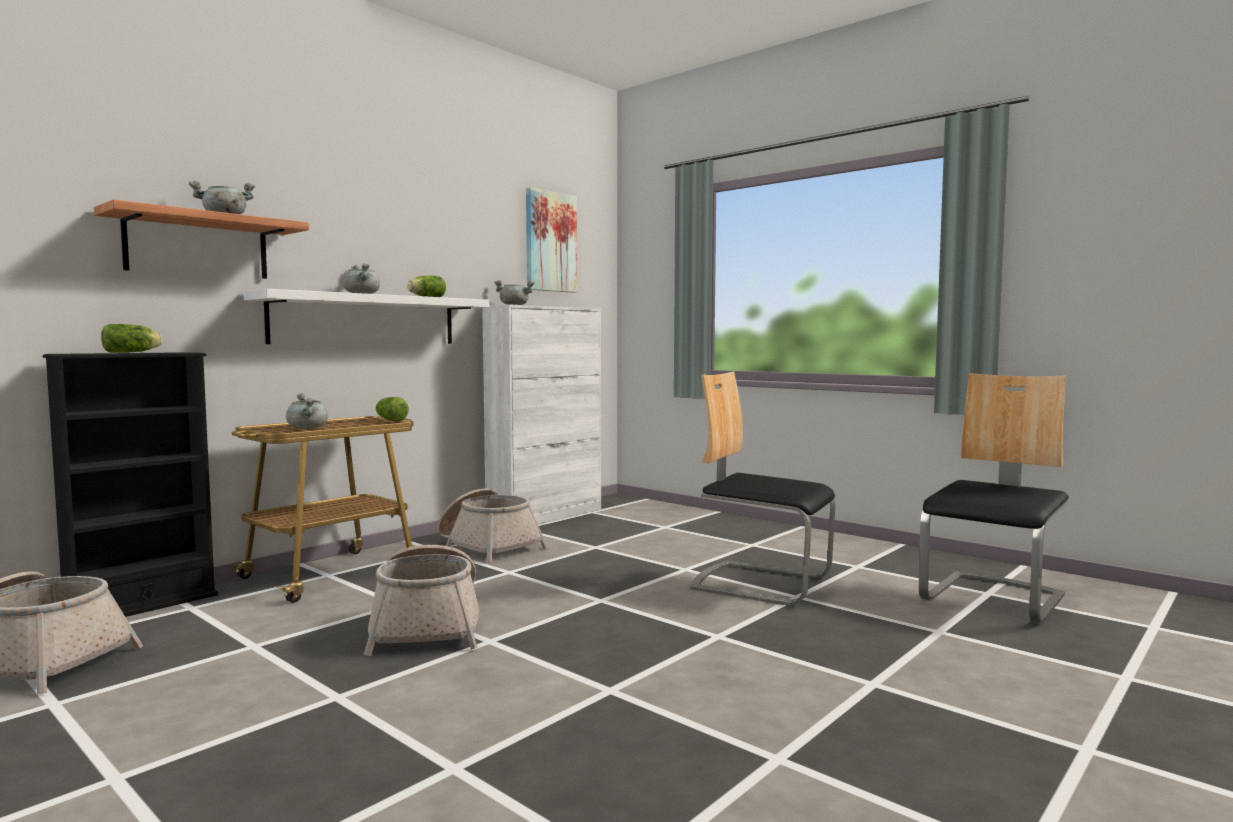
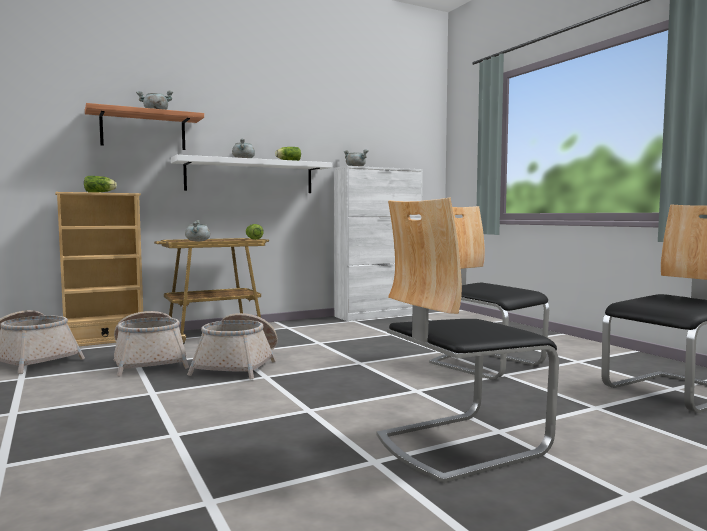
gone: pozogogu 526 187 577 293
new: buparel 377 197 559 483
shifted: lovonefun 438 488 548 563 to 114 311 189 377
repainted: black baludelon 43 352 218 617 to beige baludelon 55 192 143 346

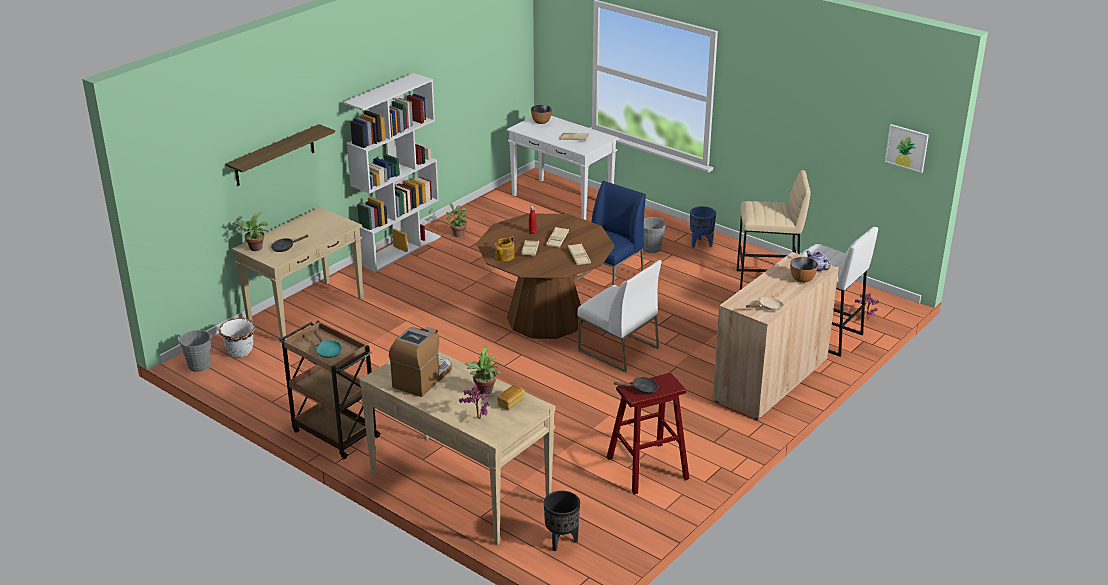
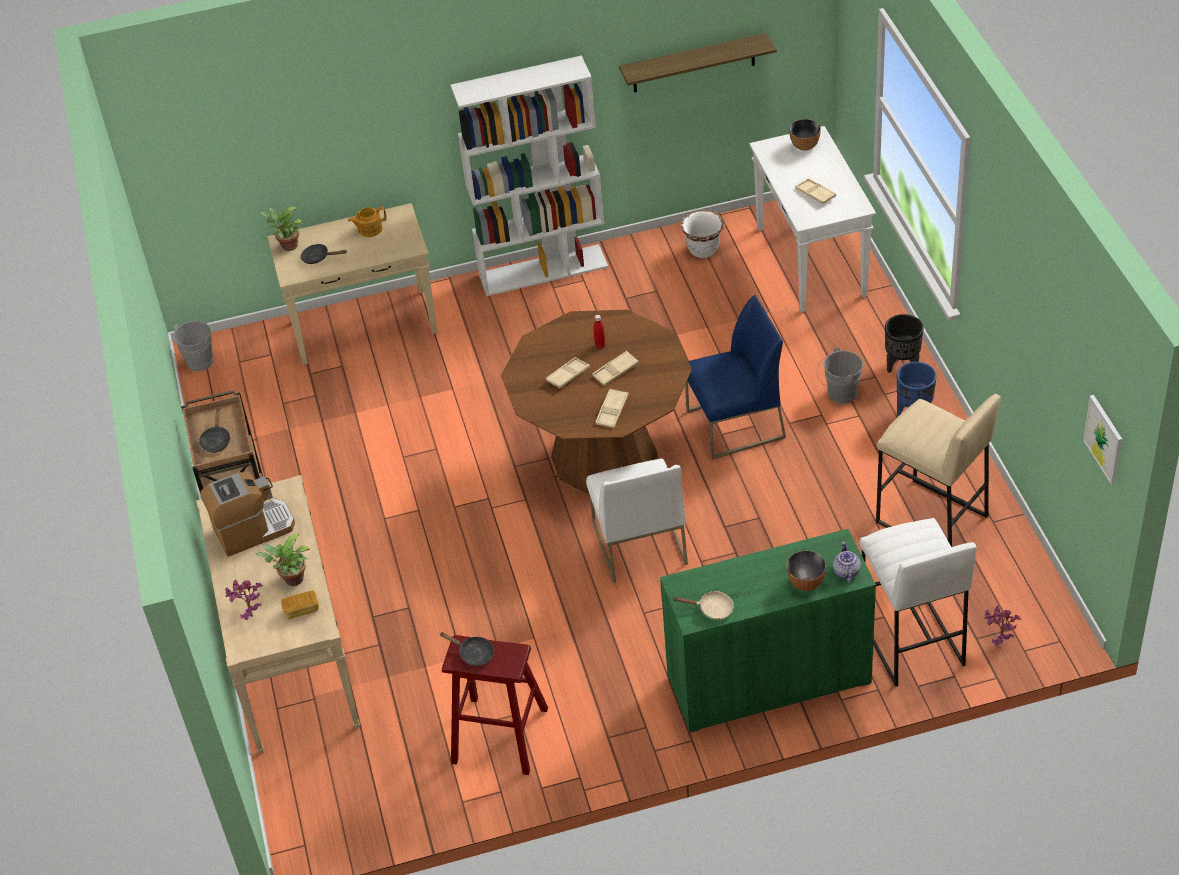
gone: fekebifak 446 203 467 237
shifted: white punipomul 219 318 256 357 to 681 210 724 258; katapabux 226 124 335 186 to 619 33 777 93; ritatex 495 236 515 261 to 348 207 387 237; black punipomul 544 491 580 551 to 885 314 924 373
repainted: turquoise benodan 314 331 342 358 to black benodan 199 408 231 453; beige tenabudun 712 252 839 420 to green tenabudun 660 529 876 733

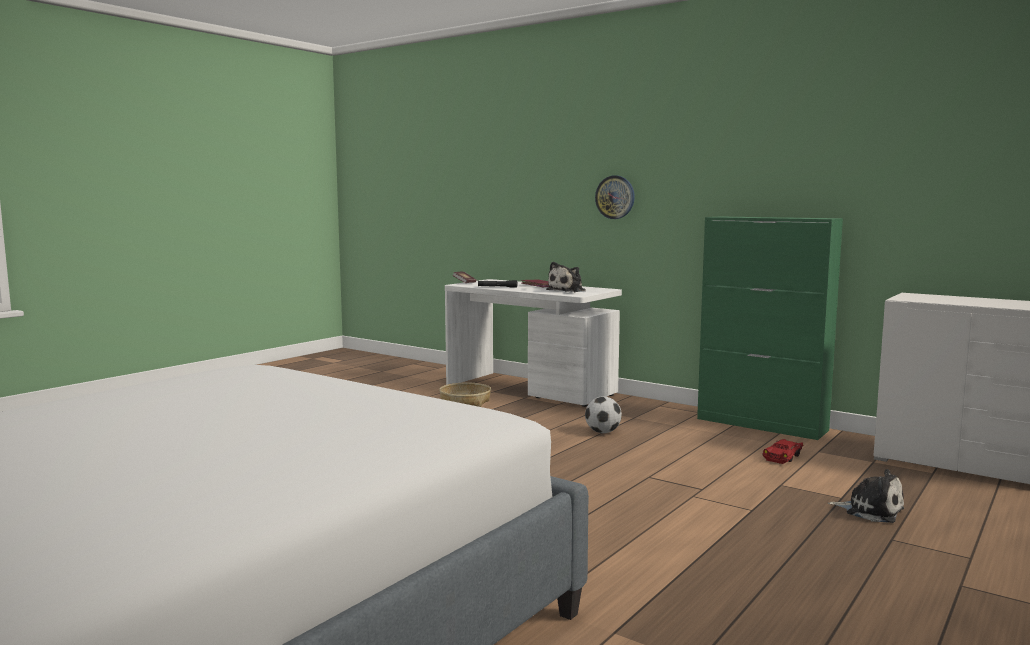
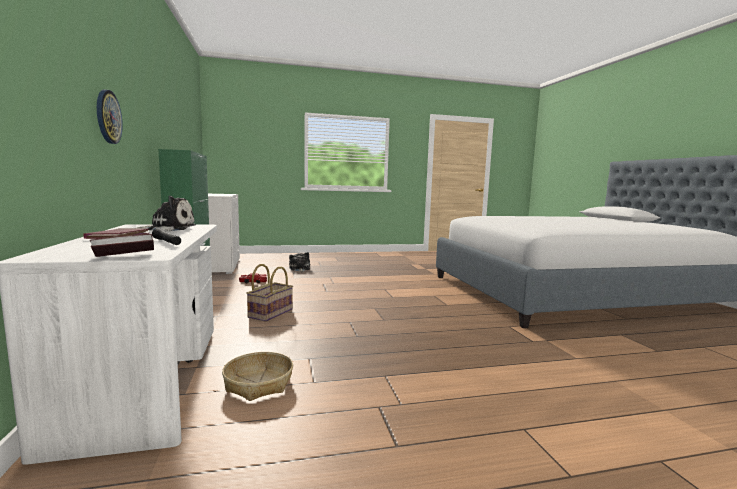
swapped: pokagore 585 397 622 433 to lovonefun 246 264 293 322

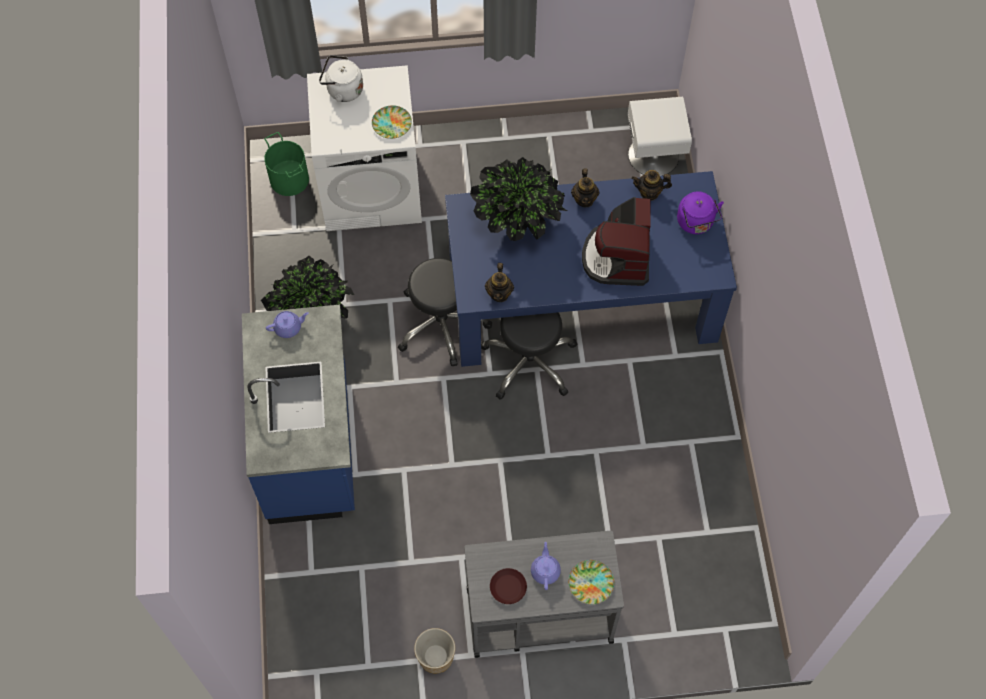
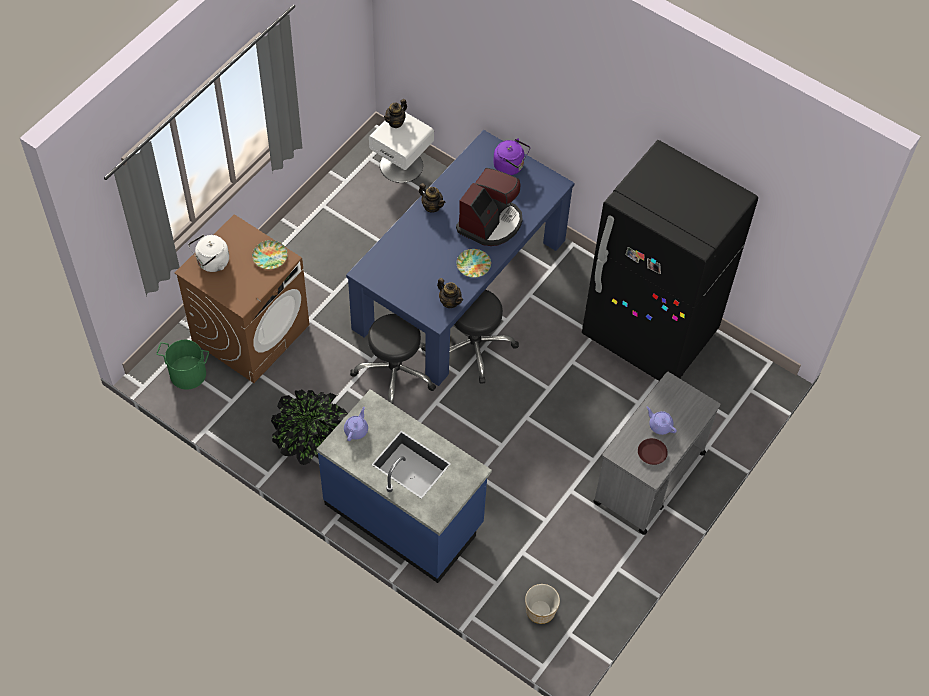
gone: fekebifak 470 157 567 241
new: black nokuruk 582 140 758 381
shifted: punipomul 414 628 455 673 to 525 584 560 624; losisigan 568 560 614 604 to 456 249 491 278; ritatex 632 170 672 201 to 384 99 407 128
repainted: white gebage 307 65 422 231 to brown gebage 175 214 309 383
rotated: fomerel 582 197 651 286 = 456 168 523 246 105 degrees counterclockwise

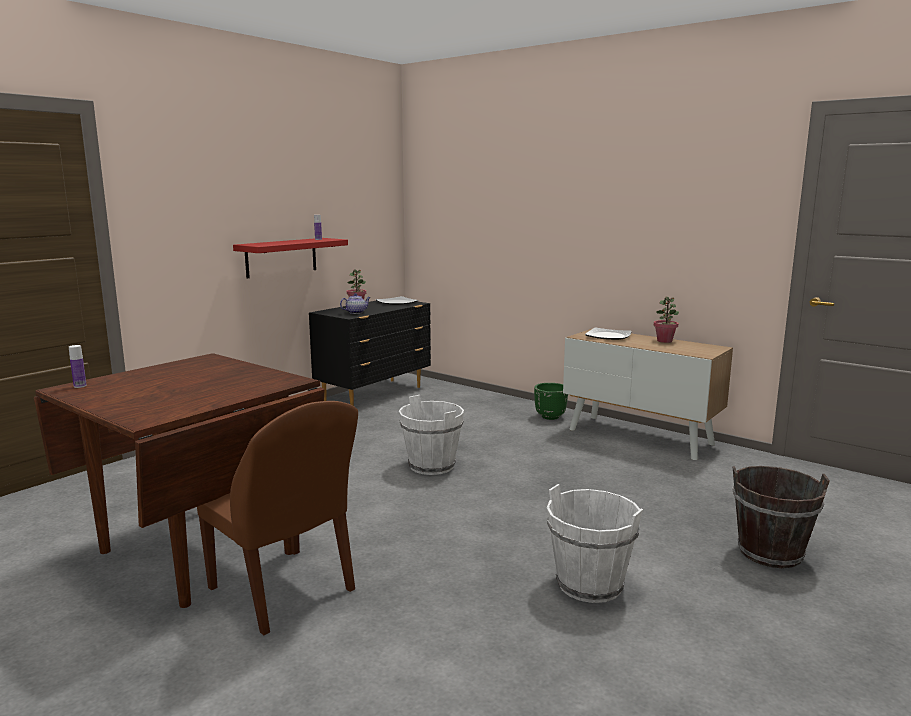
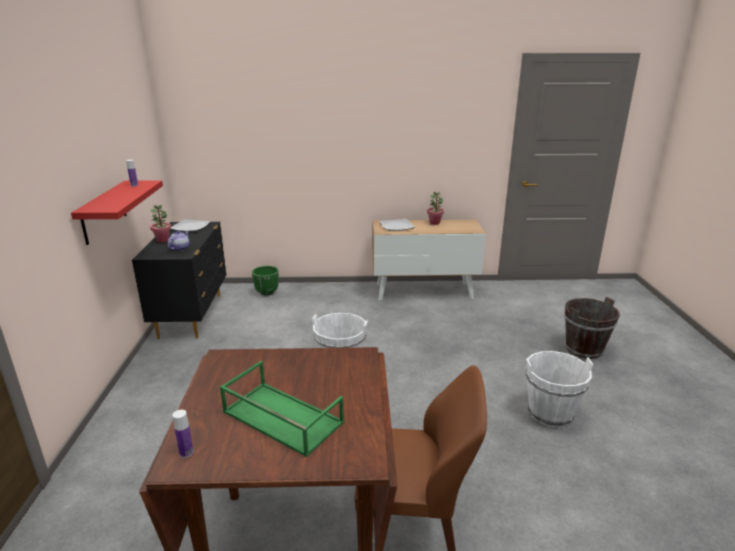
new: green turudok 220 361 344 457
shifted: green punipomul 534 383 568 420 to 252 266 279 295

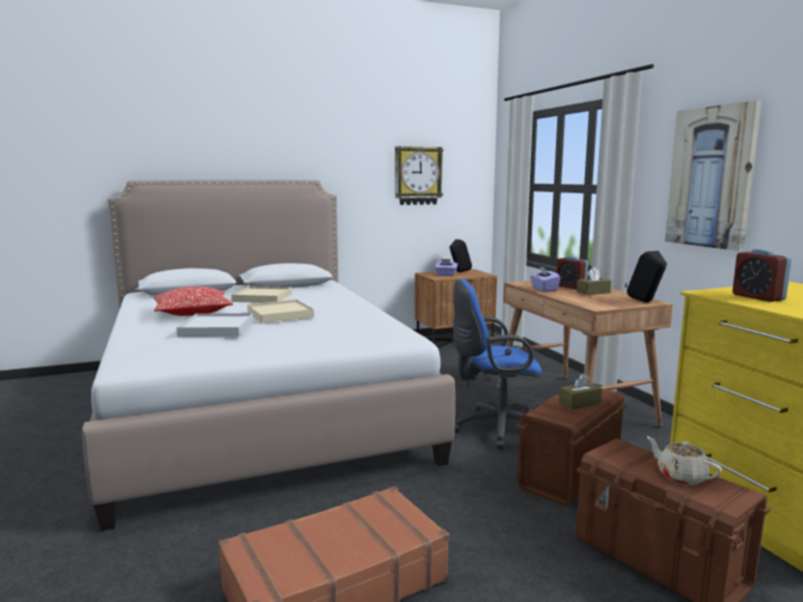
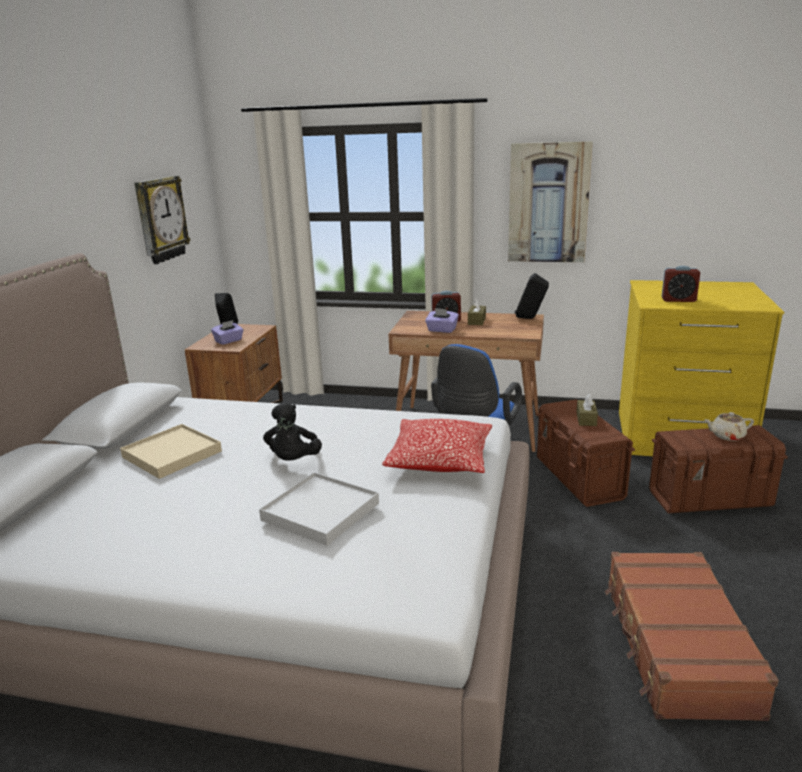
shifted: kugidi 153 286 233 316 to 382 419 492 473
swapped: beige turudok 247 299 314 323 to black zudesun 263 403 322 461

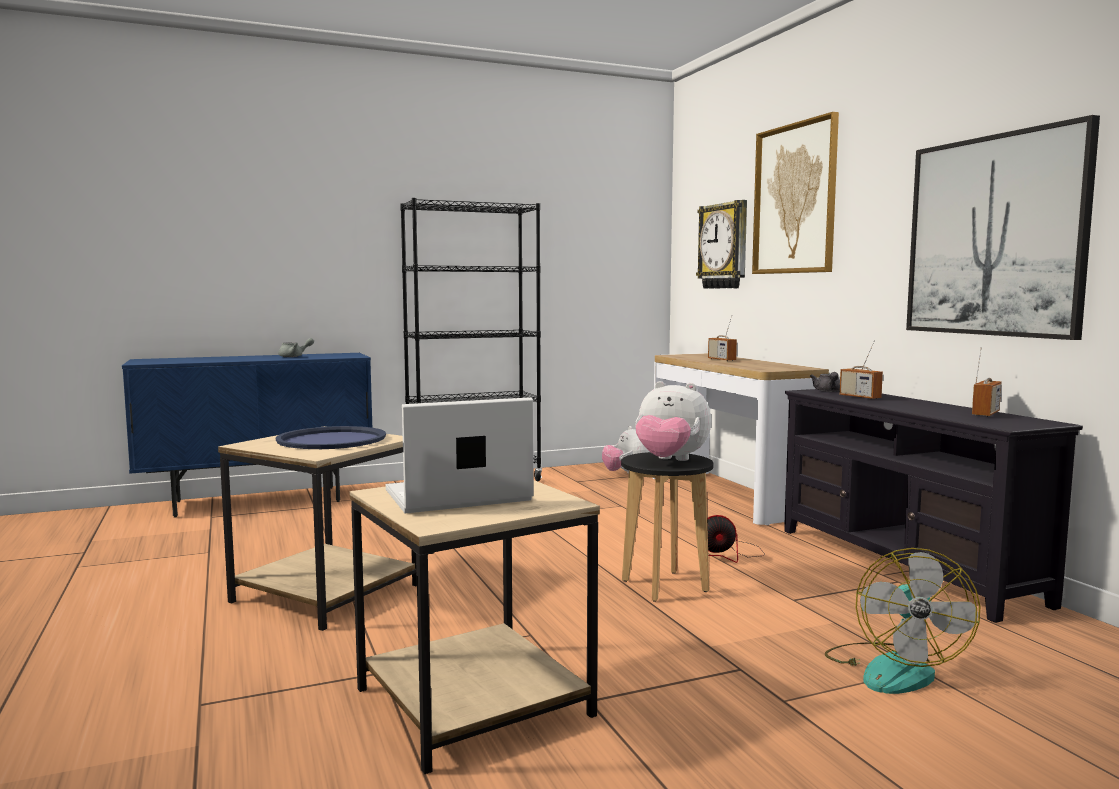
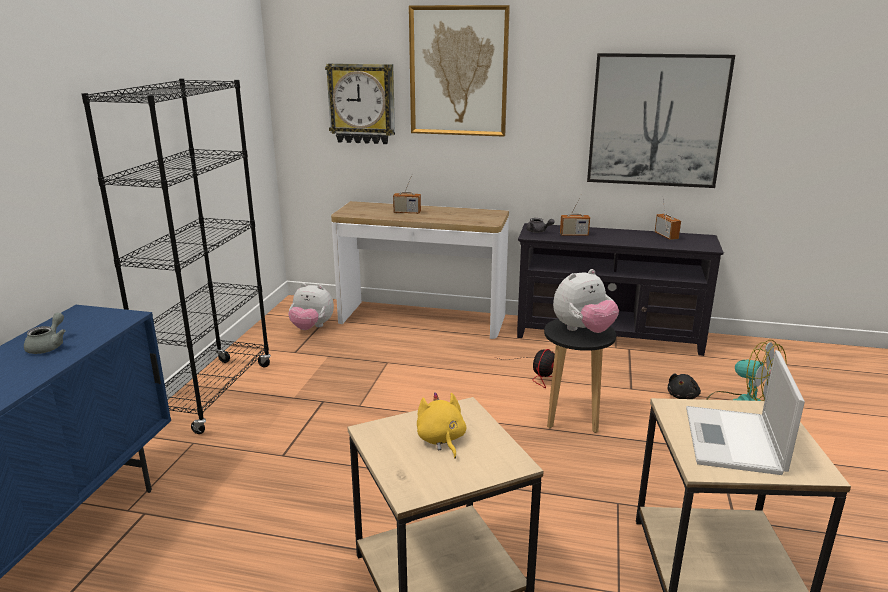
new: black zudesun 668 373 701 399
swapped: blue turudok 276 426 386 449 to yellow zudesun 417 392 466 459

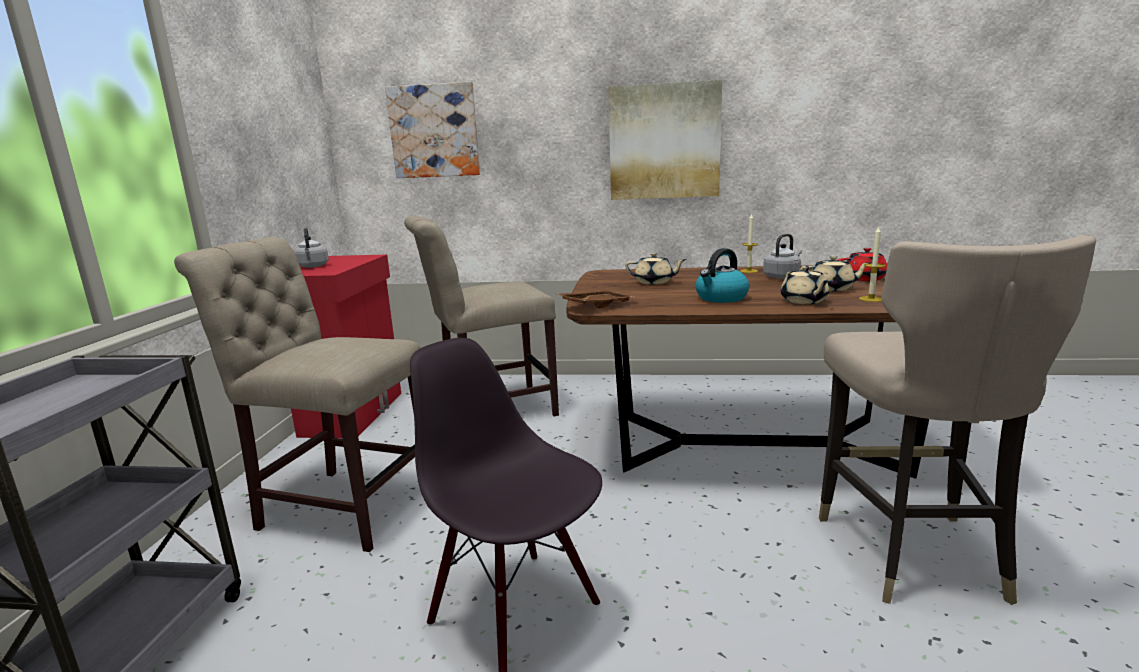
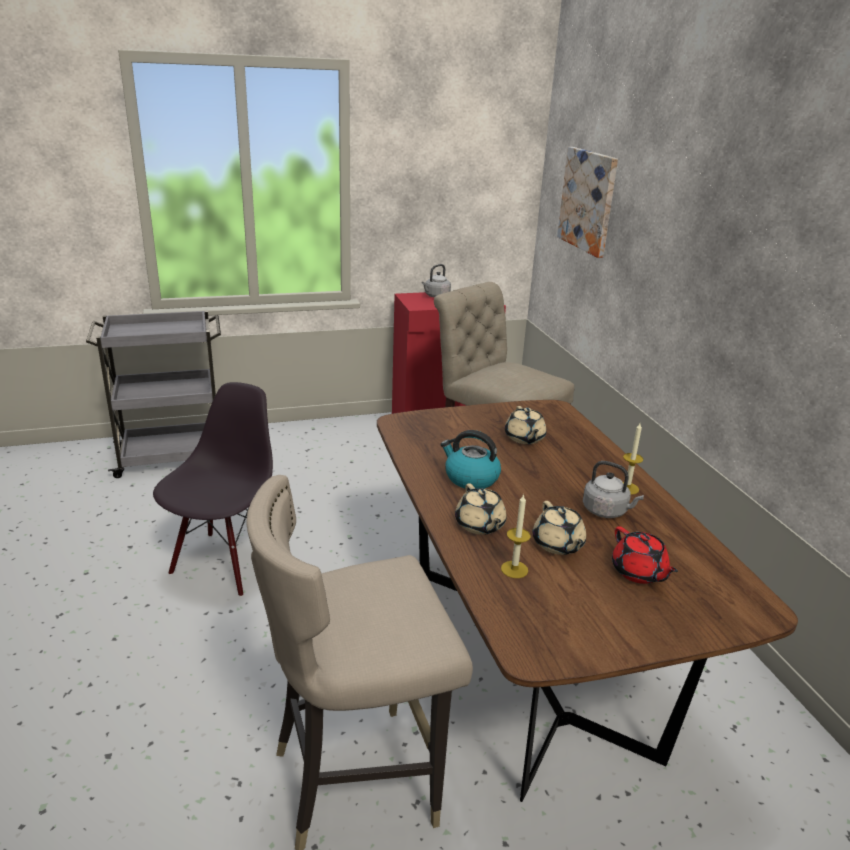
gone: beige buparel 174 237 420 552; brown turudok 558 290 634 308; pozogogu 608 80 722 200
rotated: beige ritatex 780 266 829 304 = 455 483 507 535 75 degrees counterclockwise

